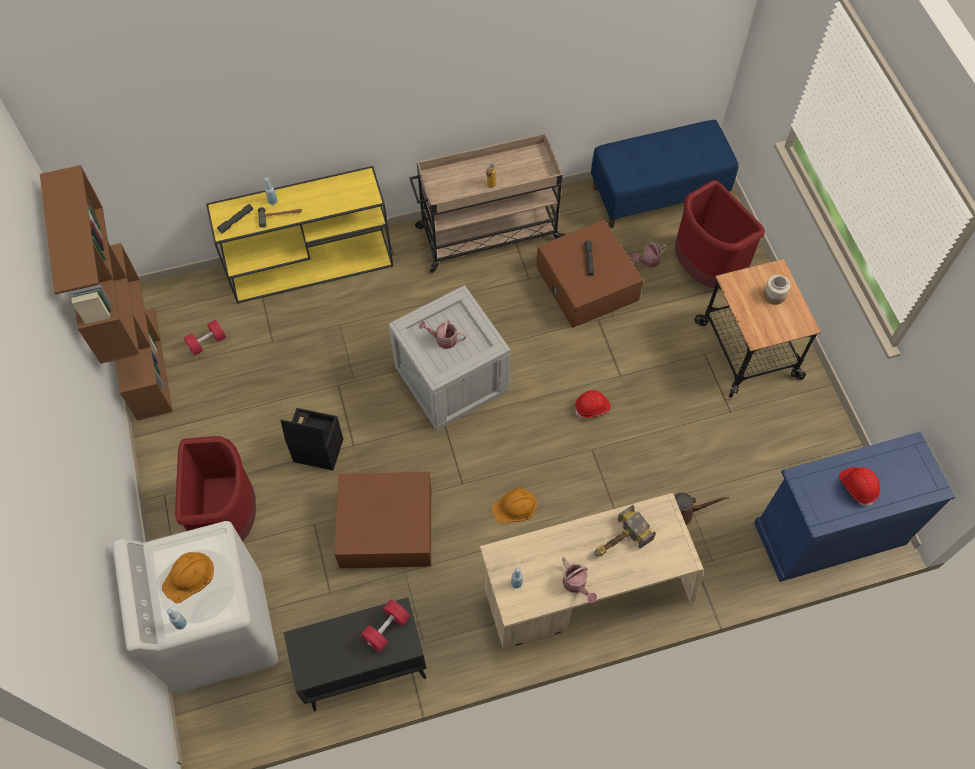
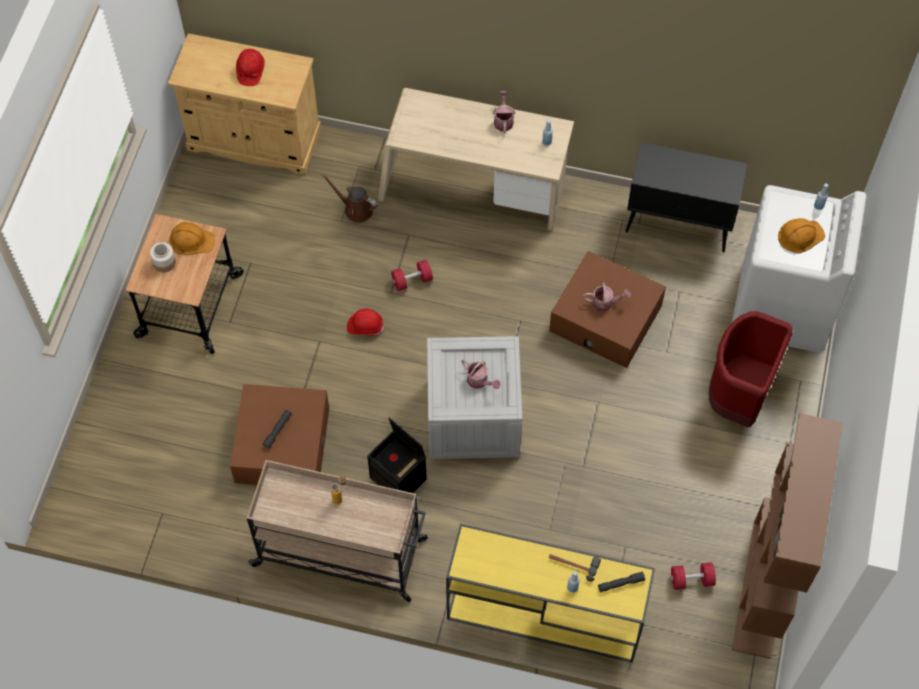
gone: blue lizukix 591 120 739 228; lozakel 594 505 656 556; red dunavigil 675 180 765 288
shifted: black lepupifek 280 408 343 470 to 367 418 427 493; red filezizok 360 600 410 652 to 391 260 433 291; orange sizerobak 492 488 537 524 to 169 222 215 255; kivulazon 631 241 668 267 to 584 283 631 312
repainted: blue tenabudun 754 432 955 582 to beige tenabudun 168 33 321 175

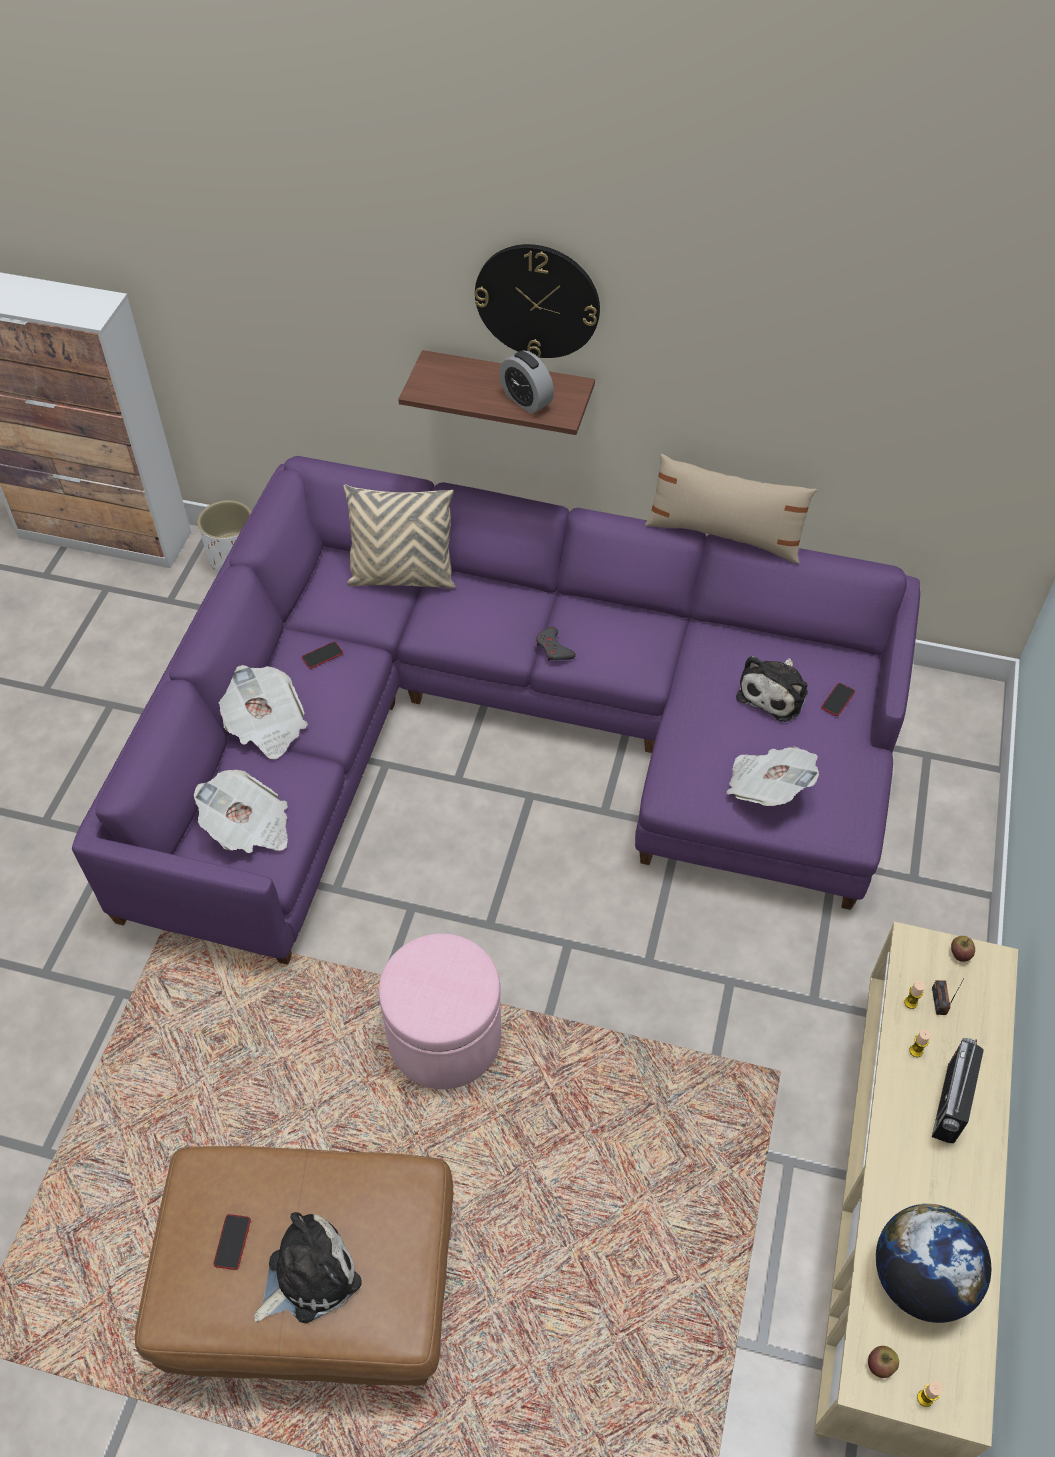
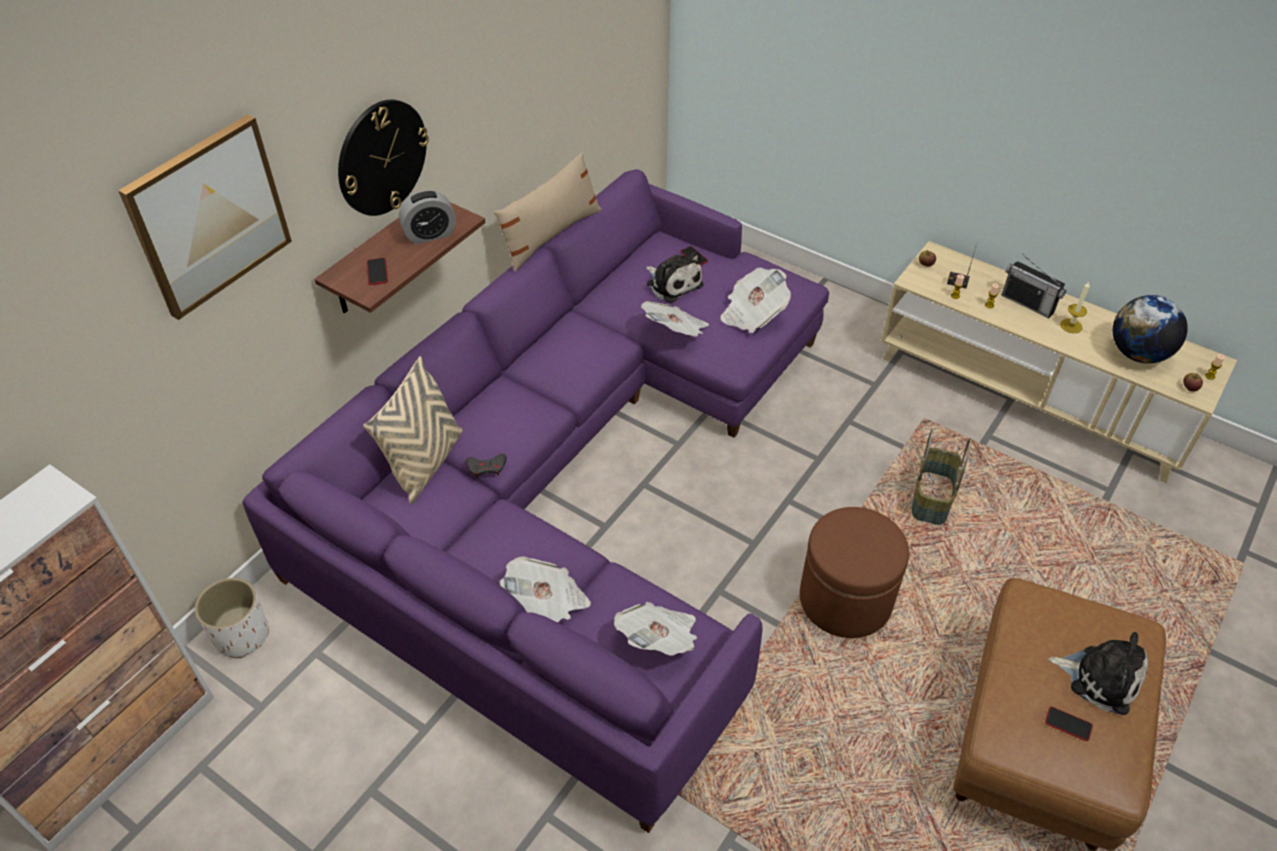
new: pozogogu 118 114 292 320; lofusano 641 301 709 337; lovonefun 912 429 972 525; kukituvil 1060 282 1090 333
shifted: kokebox 302 642 343 669 to 367 258 388 285; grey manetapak 536 627 576 661 to 466 454 507 478
repainted: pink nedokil 379 934 501 1089 to brown nedokil 800 507 909 638
rotated: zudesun 254 1212 362 1323 = 1049 632 1149 715 135 degrees clockwise

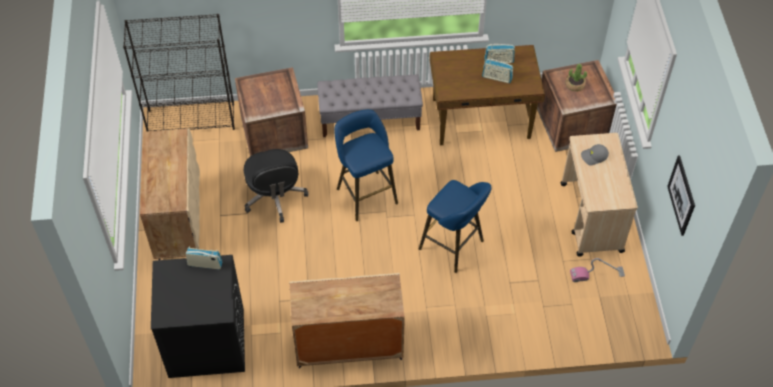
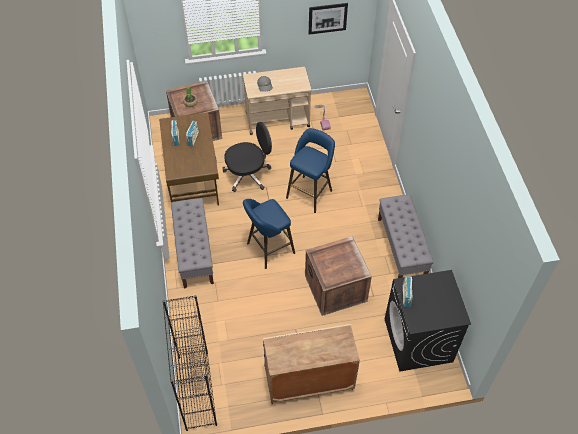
shifted: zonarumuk 235 67 308 156 to 305 236 372 316; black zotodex 244 149 308 223 to 222 122 272 192
swapped: beige tenabudun 289 272 405 368 to grey lizukix 378 194 434 278

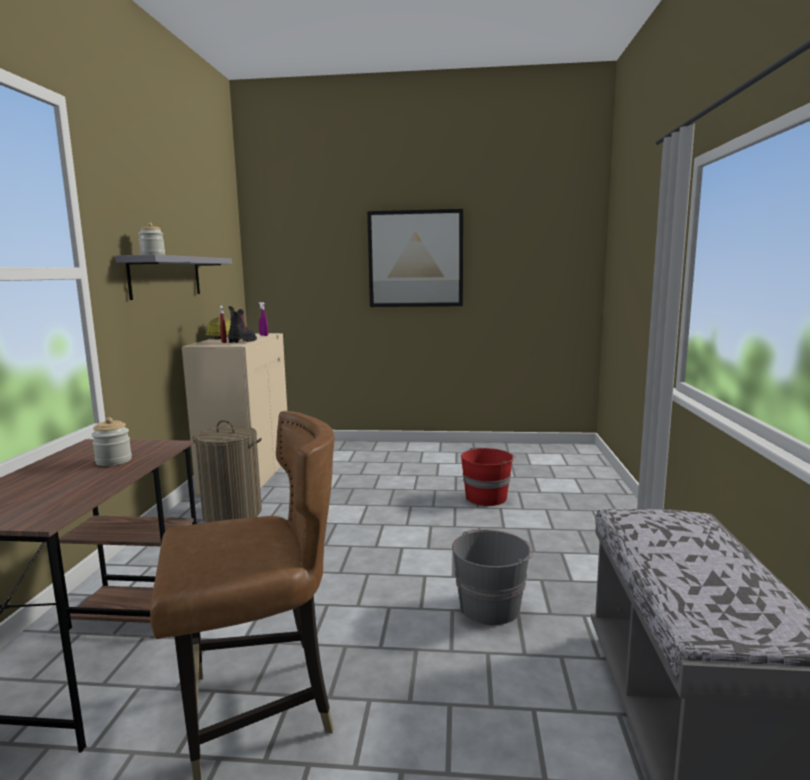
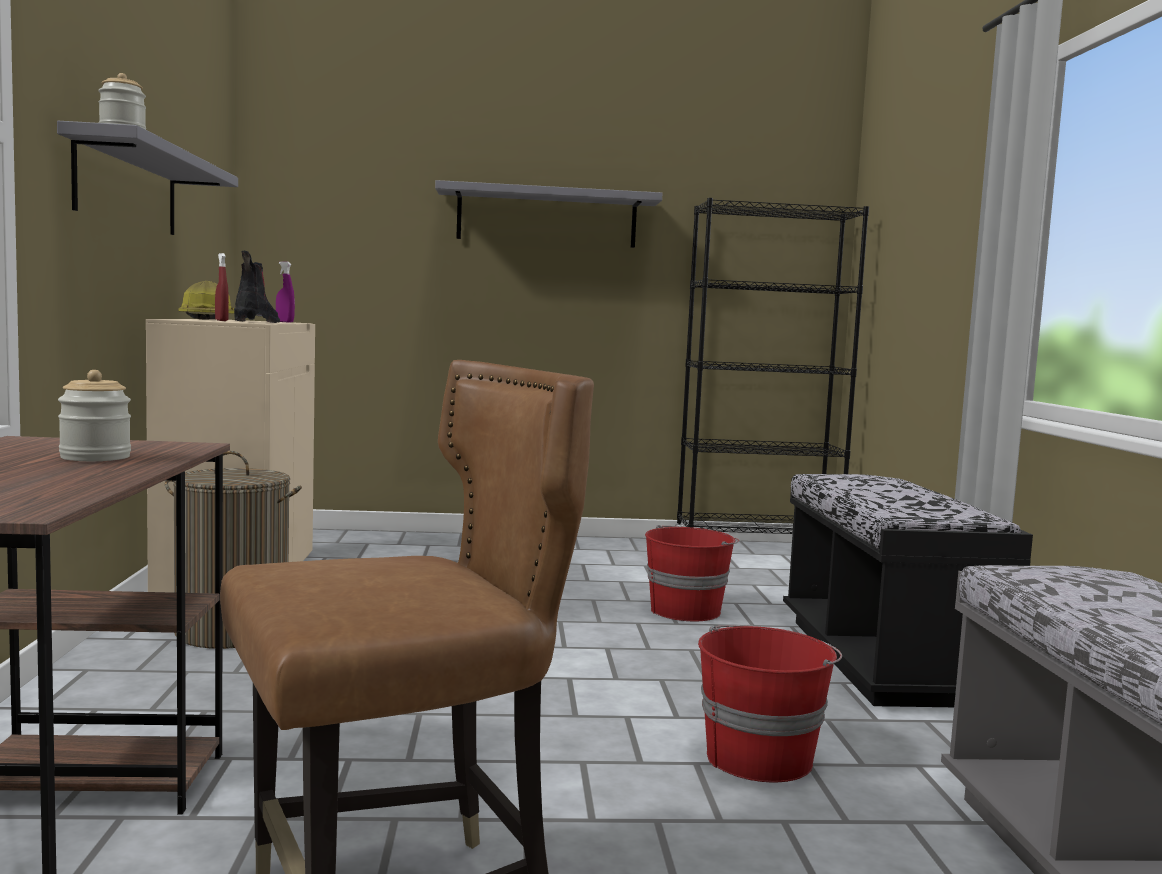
new: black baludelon 675 198 869 534; black lizukix 783 474 1033 707
swapped: pozogogu 367 209 463 307 to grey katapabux 435 180 662 248
repainted: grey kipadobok 452 529 534 625 to red kipadobok 698 625 842 782

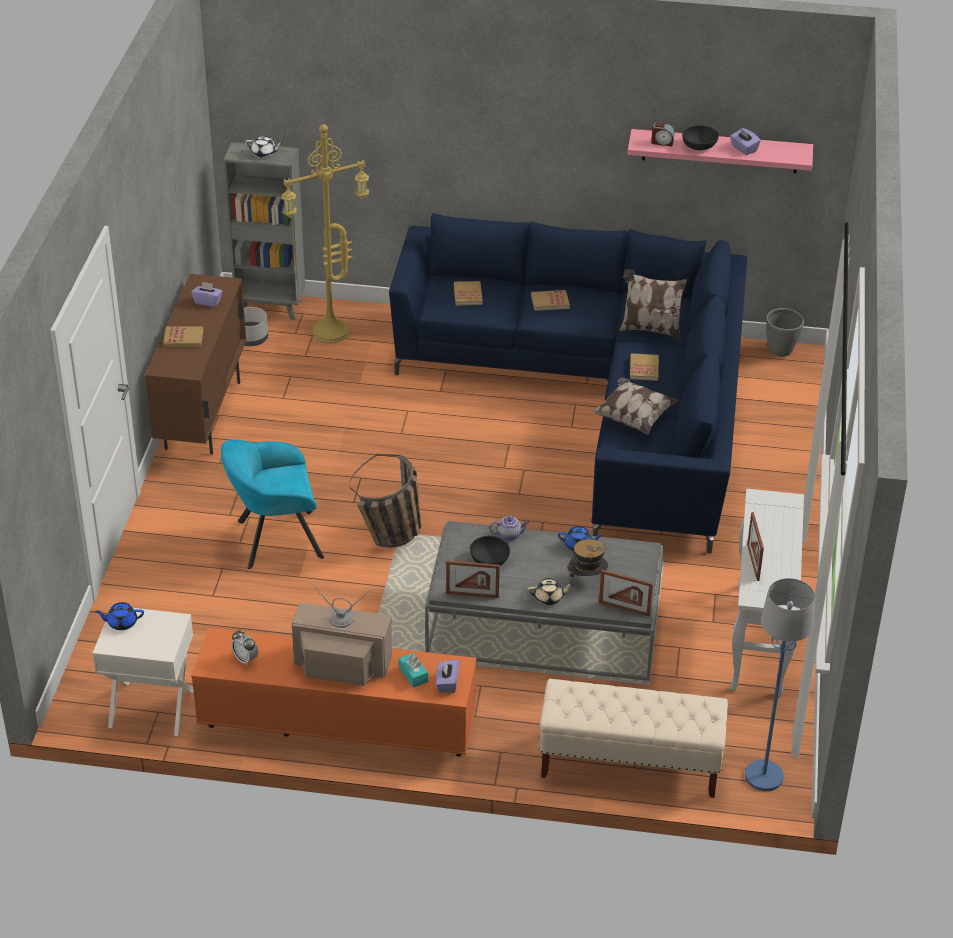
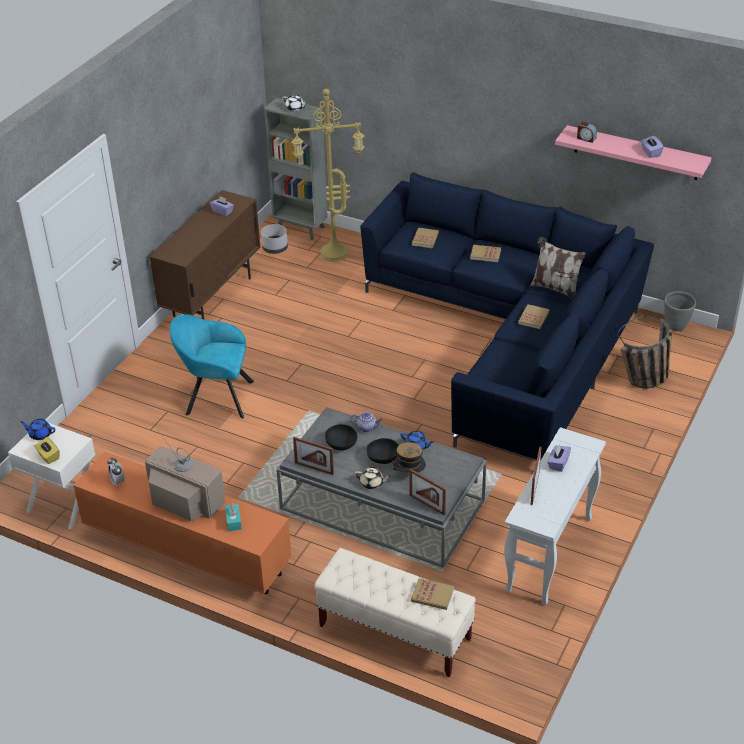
gone: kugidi 591 377 678 434; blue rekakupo 745 578 815 791
new: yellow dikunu 34 437 60 464
shifted: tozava 163 326 203 347 to 411 578 454 610; lovonefun 350 454 421 547 to 618 315 672 388; purple dikunu 436 660 460 693 to 547 444 571 472; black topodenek 682 125 719 150 to 367 438 399 464

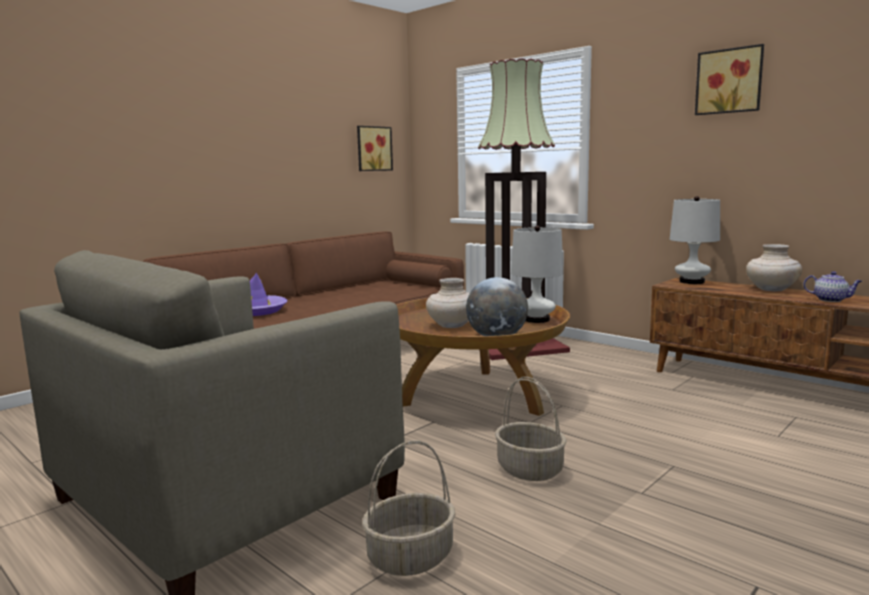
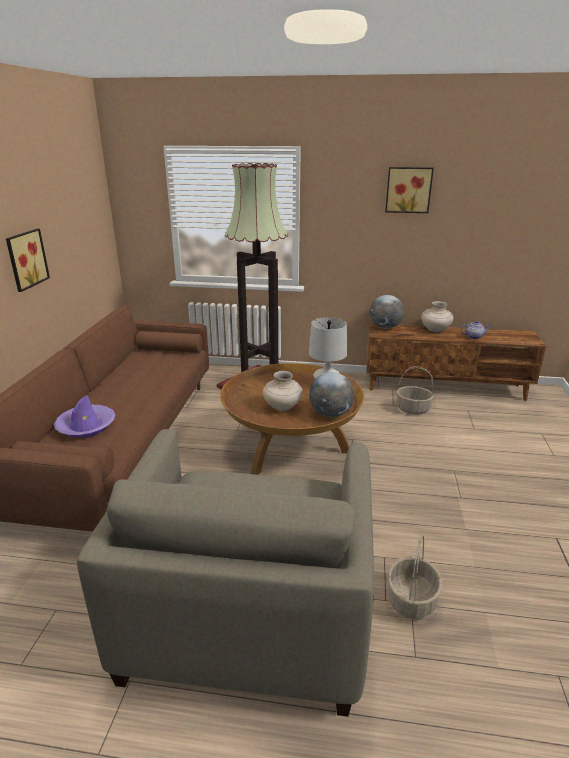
shifted: pozogogu 357 126 393 171 to 6 229 50 292; lovonefun 495 377 567 481 to 396 366 434 415
swapped: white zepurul 670 196 720 284 to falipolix 370 295 404 329

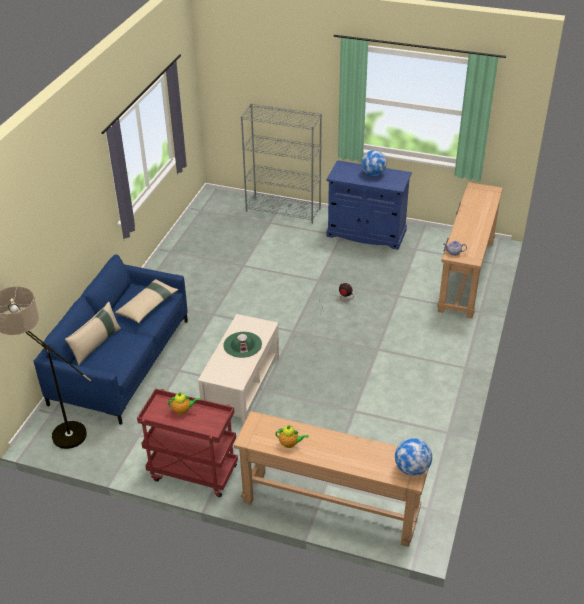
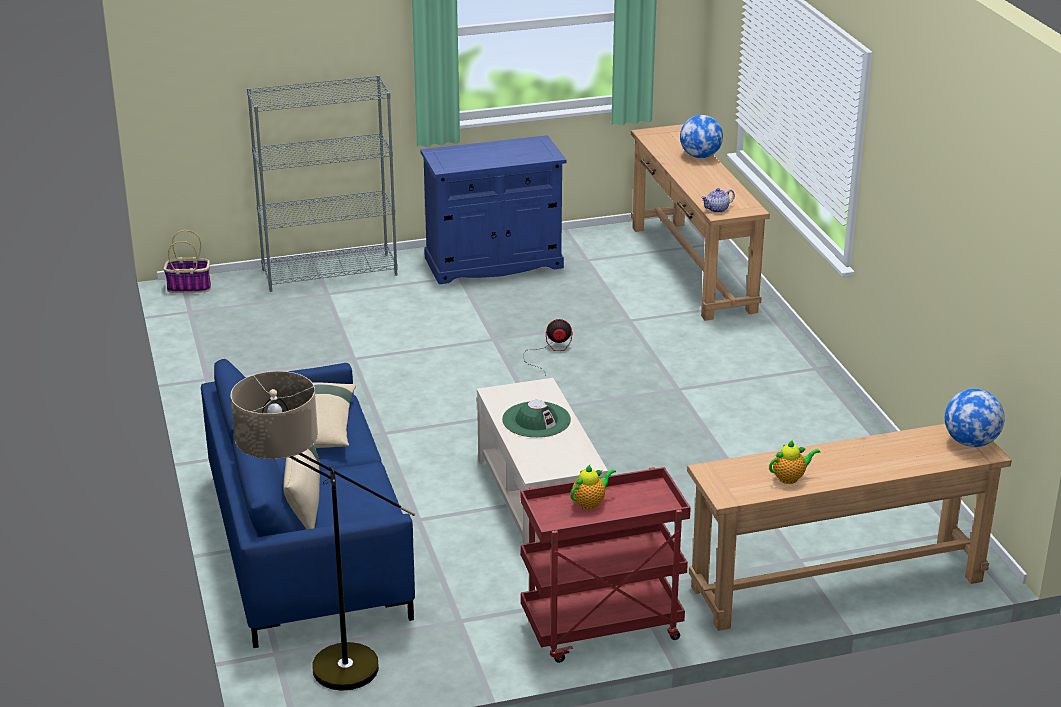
new: lovonefun 164 230 211 293
shifted: falipolix 361 150 387 176 to 680 115 723 158

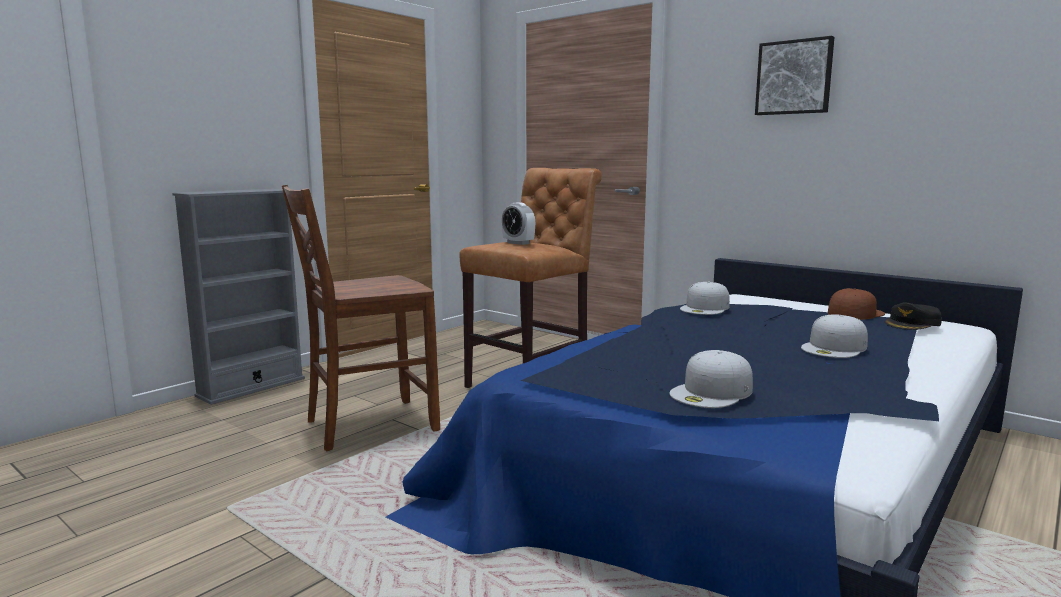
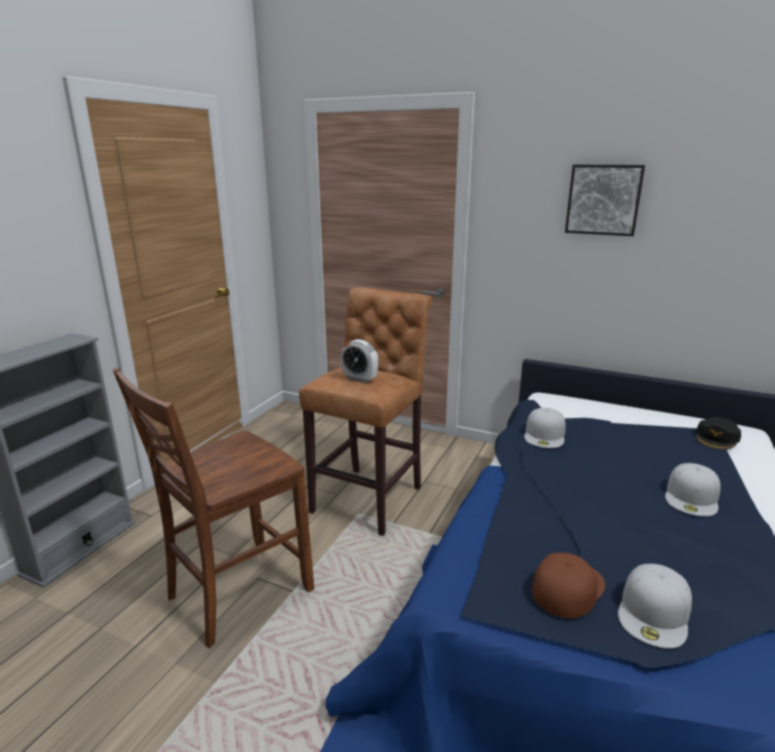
shifted: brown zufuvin 828 288 885 320 to 532 553 605 618

